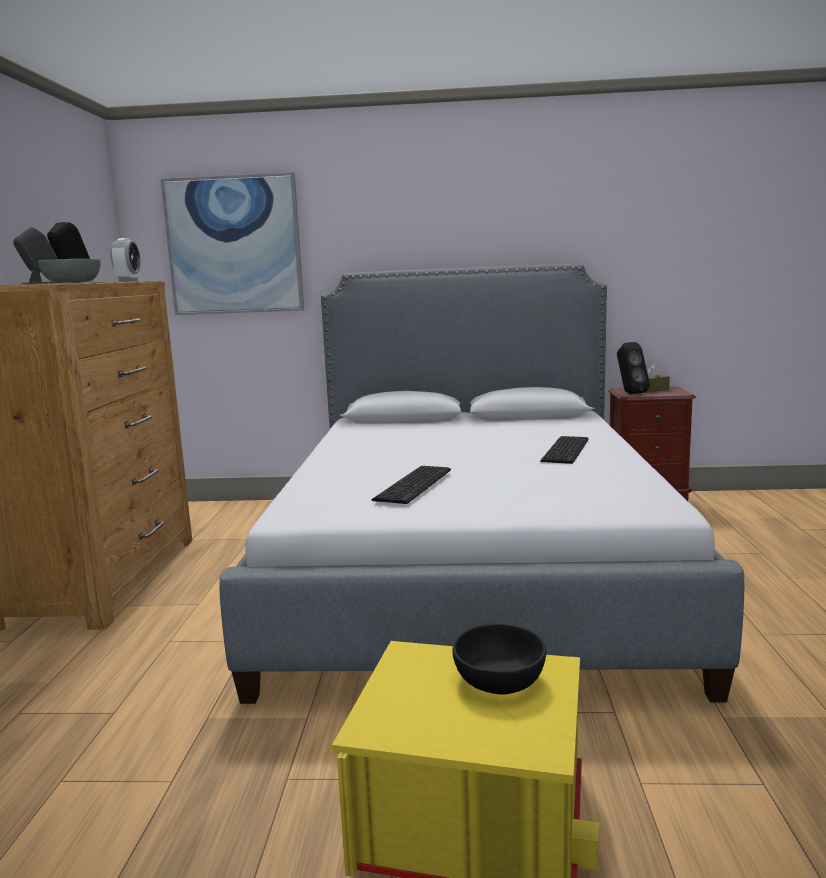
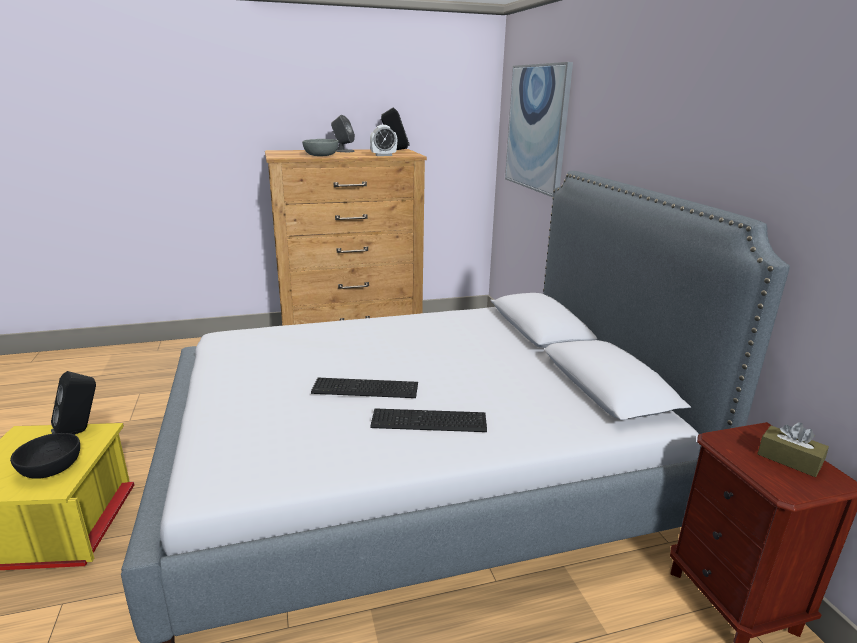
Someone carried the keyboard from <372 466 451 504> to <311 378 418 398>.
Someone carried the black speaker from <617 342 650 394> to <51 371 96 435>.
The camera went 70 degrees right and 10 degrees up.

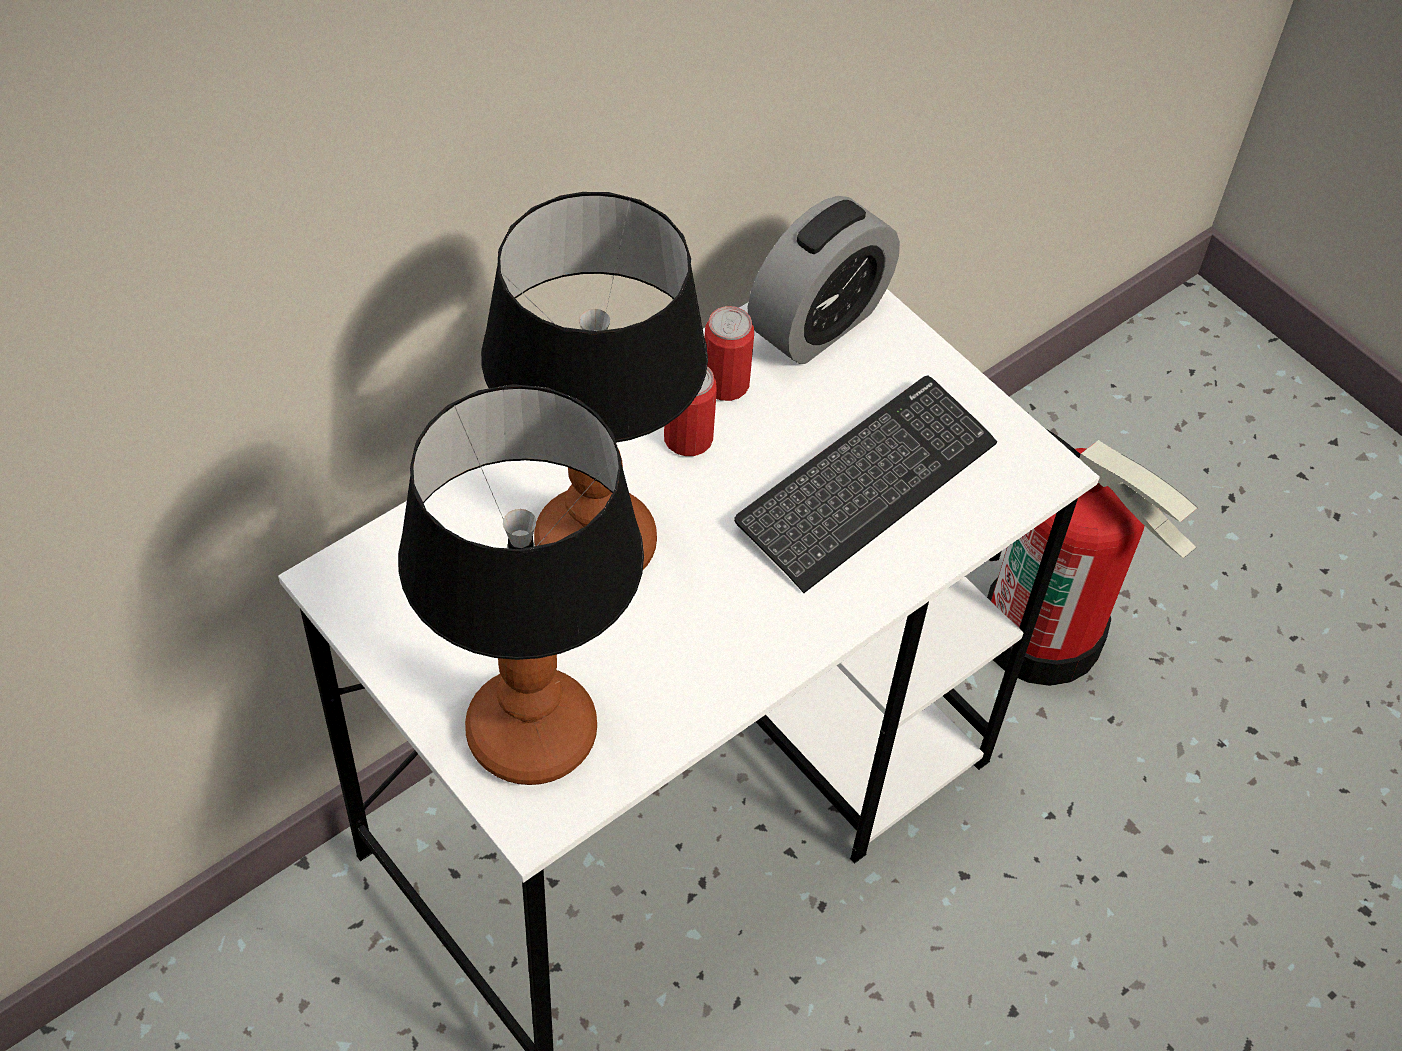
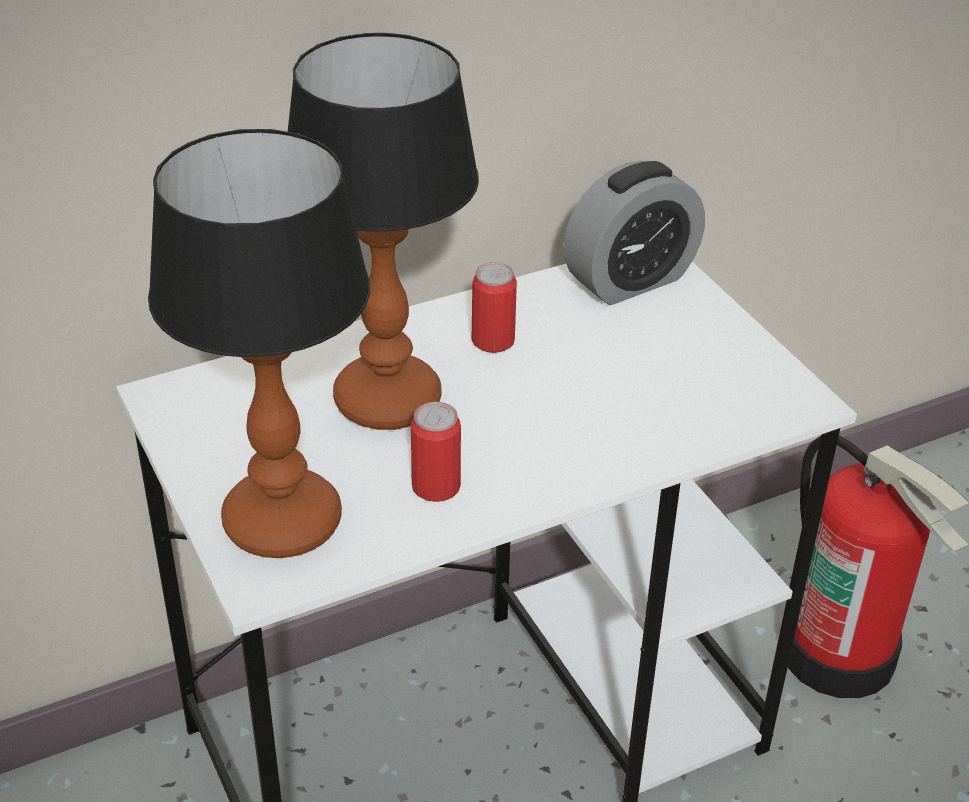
Someone carried the can from <704 306 754 401> to <411 402 461 502>.
Someone took away the keyboard at <734 375 997 593>.
The camera went 15 degrees right and 15 degrees down.

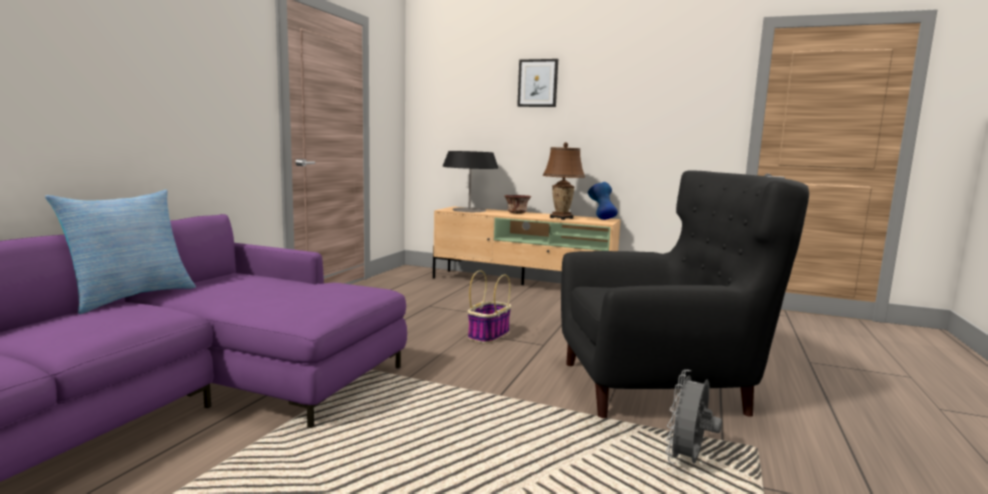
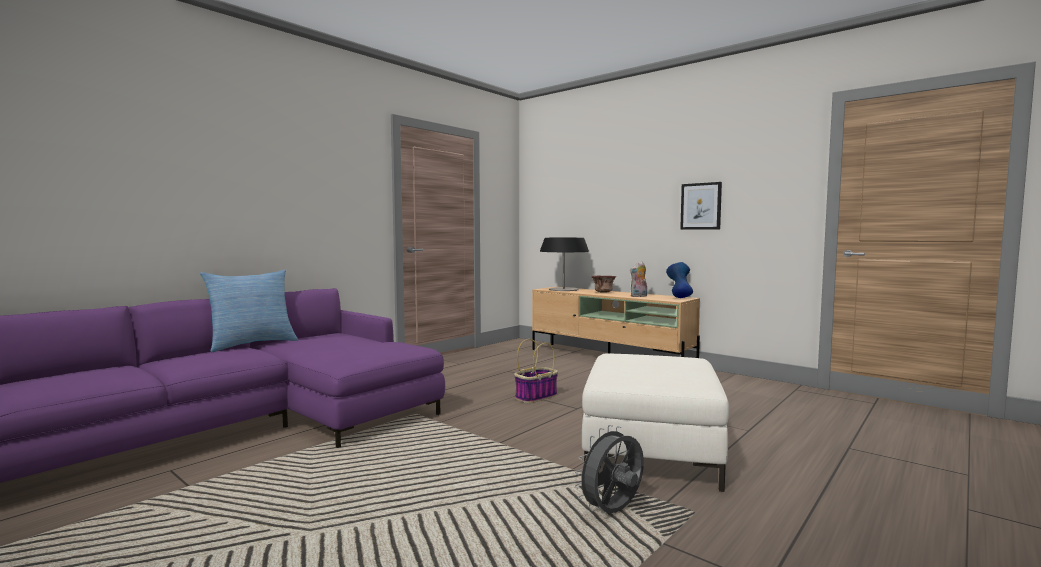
Someone carried the picture from <517 59 558 107> to <680 182 722 230>.
Someone swapped the brown table lamp at <543 142 585 220> for the plush toy at <630 262 647 297>.
Someone swapped the black armchair at <561 171 809 418> for the white ottoman at <582 354 729 492>.
The camera went 20 degrees right and 5 degrees down.

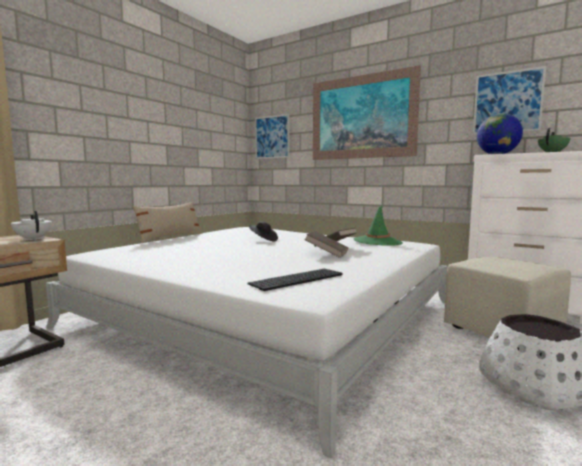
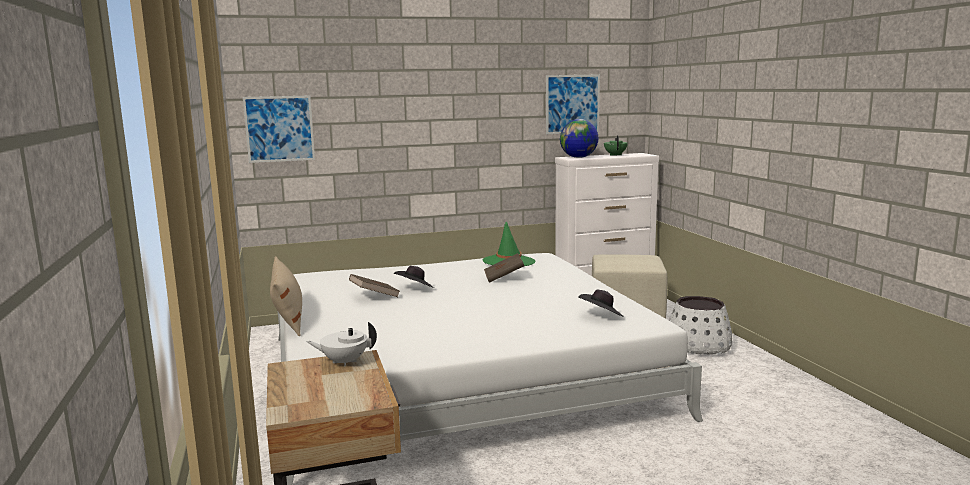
Someone swapped the keyboard at <248 269 343 291> for the black hat at <578 289 624 317>.
Someone carried the brown book from <305 231 349 258> to <349 274 399 297>.
Someone took away the picture at <313 65 421 160>.
The camera went 50 degrees left and 5 degrees up.

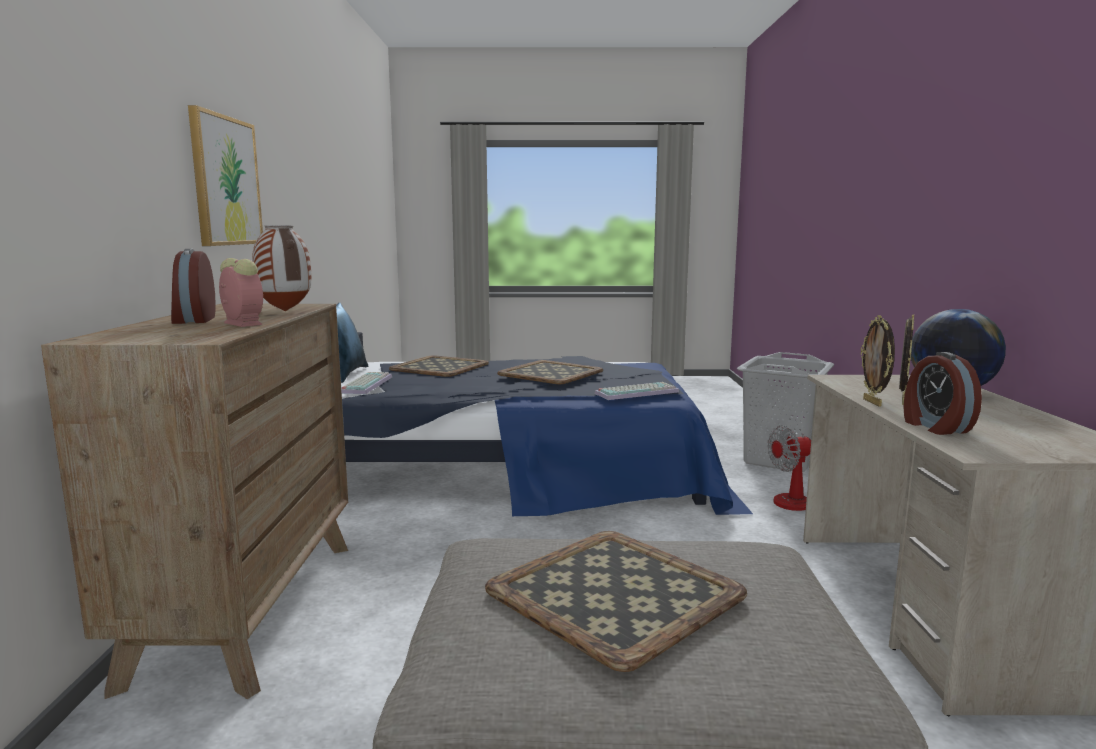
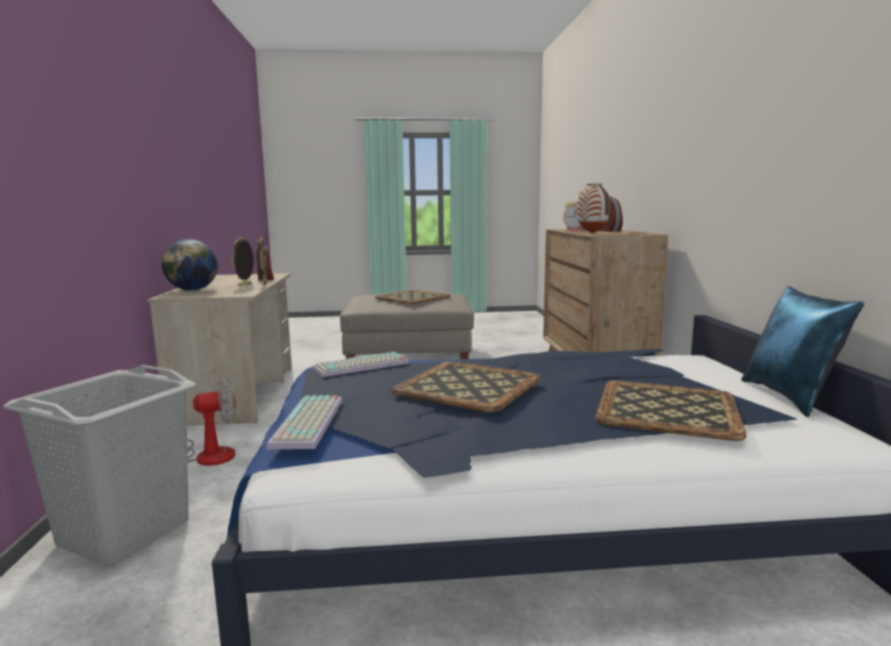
Someone took away the picture at <188 105 263 246>.
Someone carried the keyboard from <341 372 392 394> to <267 395 342 449>.
The camera went 175 degrees right and 0 degrees up.

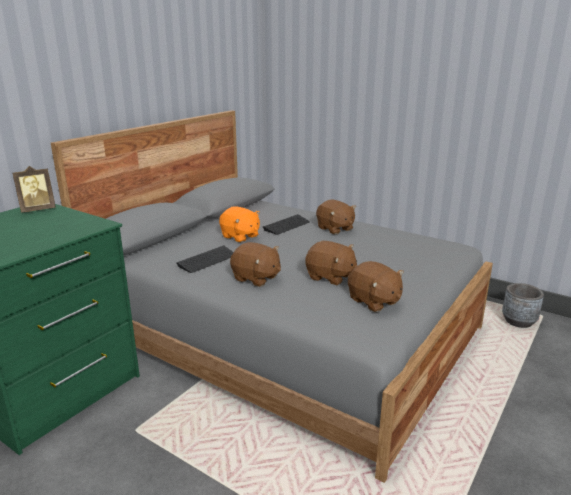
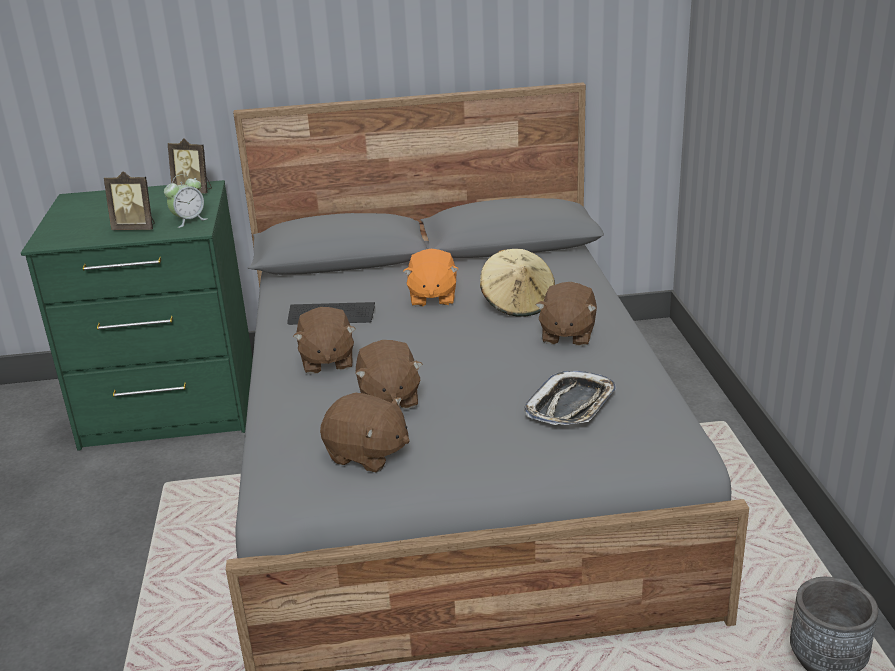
Someone swapped the keyboard at <263 214 310 235> for the beige hat at <480 249 555 317>.
Someone rotated the brown plush toy at <348 261 404 312> by 75 degrees counterclockwise.
Someone put down the picture frame at <104 171 155 230>.
Someone put down the alarm clock at <164 174 207 228>.
Someone put down the tray at <524 371 617 425>.
The camera went 50 degrees right and 5 degrees up.

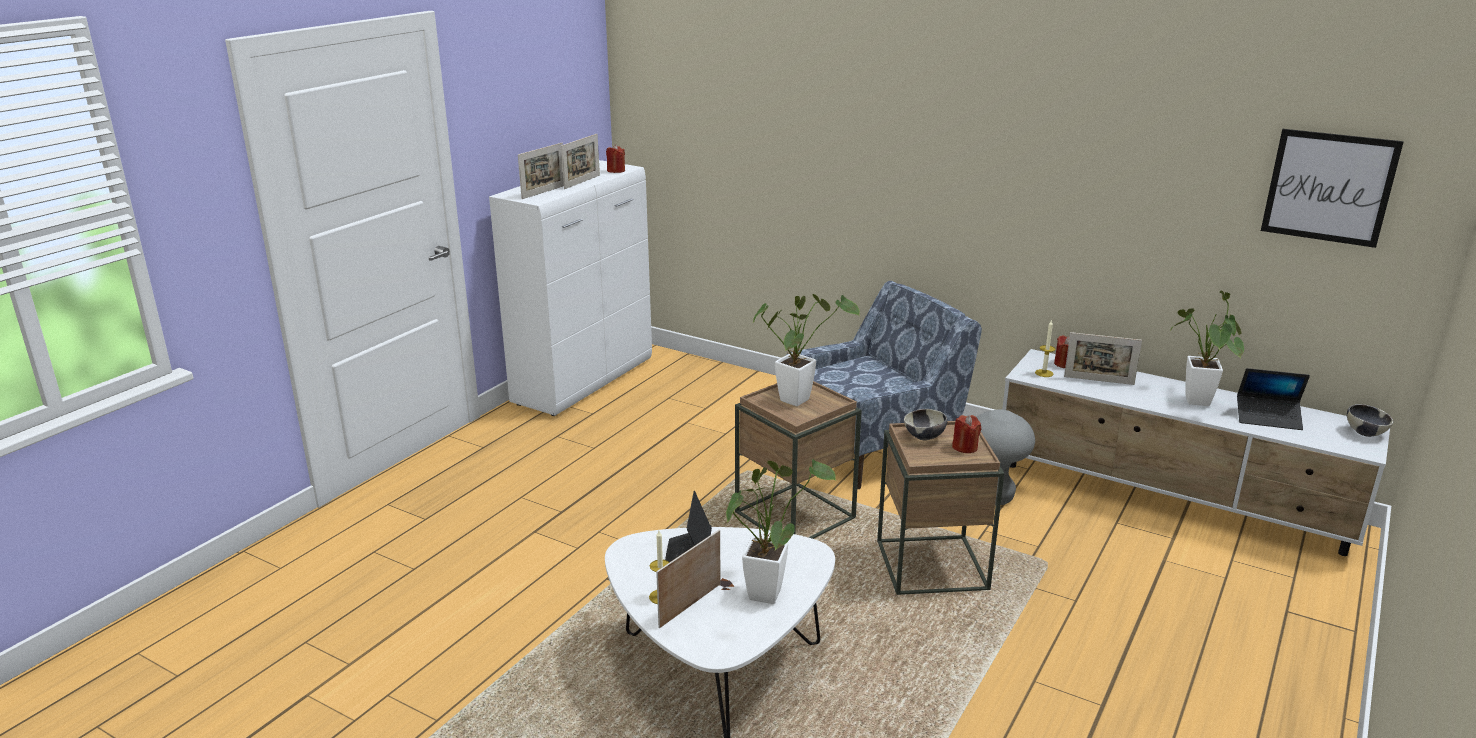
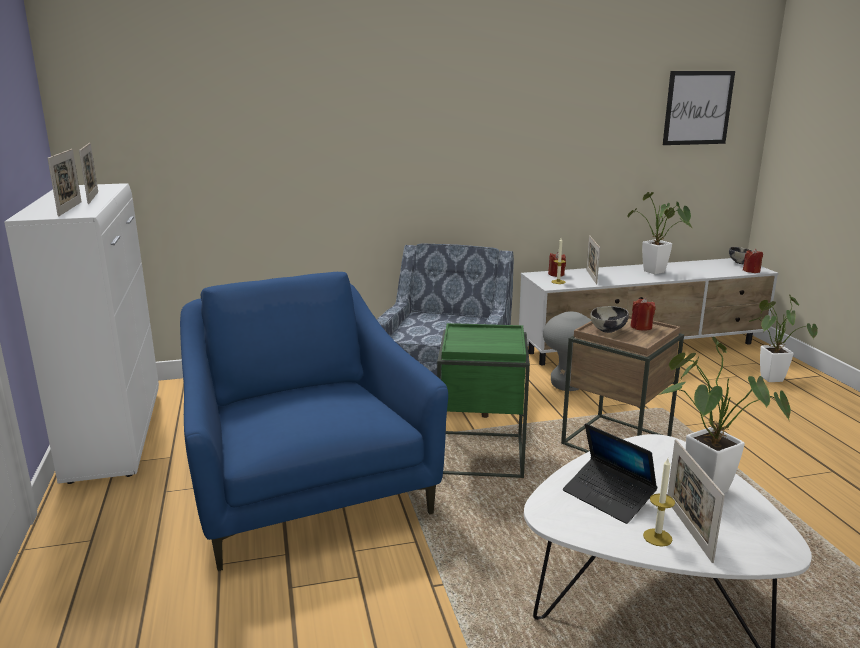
Someone carried the red candle from <606 144 625 173> to <743 249 763 273>.
Someone repainted the brown side table at <735 381 862 539>, which became the green side table at <437 323 530 478>.
Someone carried the potted plant from <753 294 860 406> to <749 294 818 382>.
Someone rotated the picture frame at <1064 332 1142 385> by 120 degrees clockwise.
Someone took away the laptop at <1237 368 1310 430>.
Someone put down the blue armchair at <180 272 448 571>.
The camera went 45 degrees left and 5 degrees down.

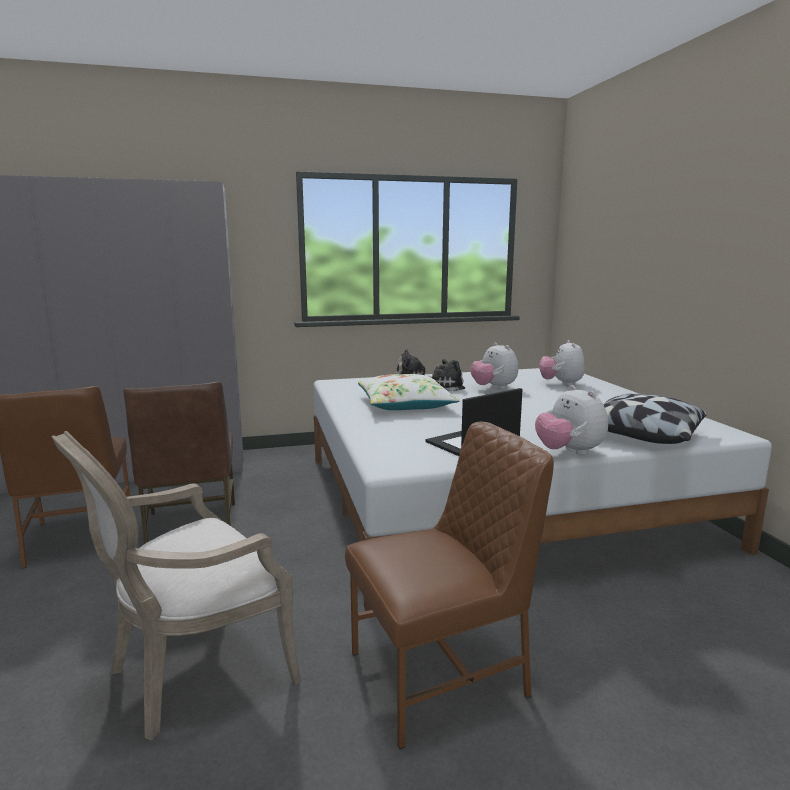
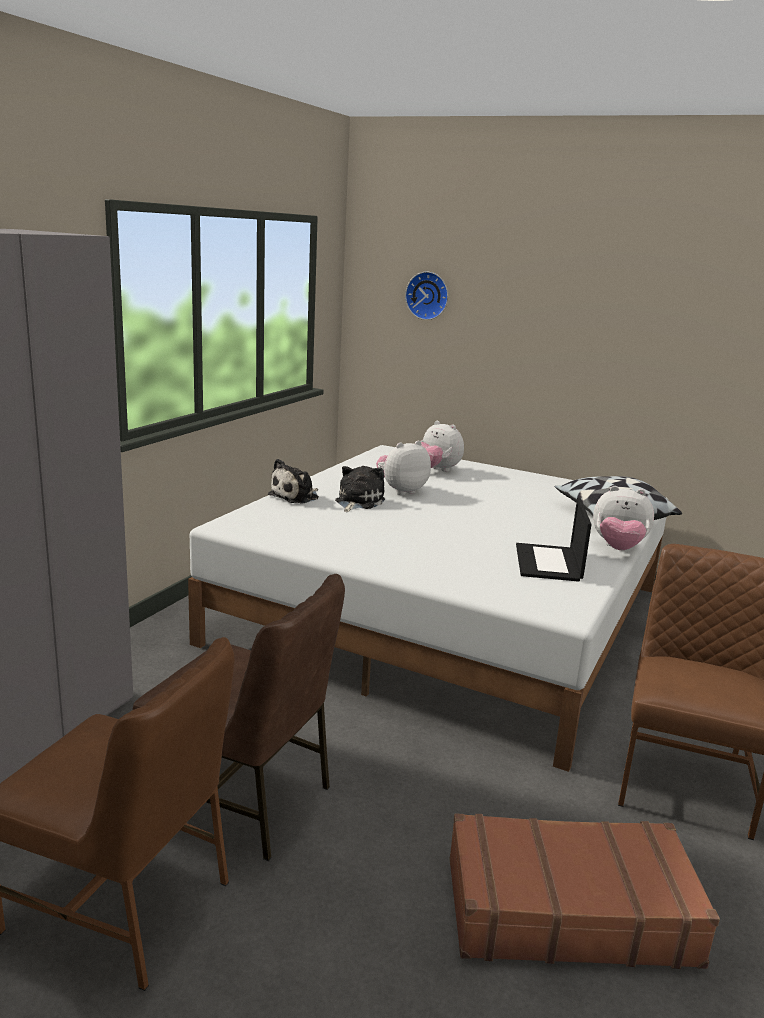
Someone swapped the armchair at <52 431 301 741> for the brown suitcase at <450 813 720 969>.
Someone took away the white pillow at <358 374 460 410>.
Someone rotated the plush toy at <471 342 518 389> by 135 degrees clockwise.
Someone put up the wall clock at <405 272 448 320>.
The camera went 50 degrees left and 5 degrees up.

